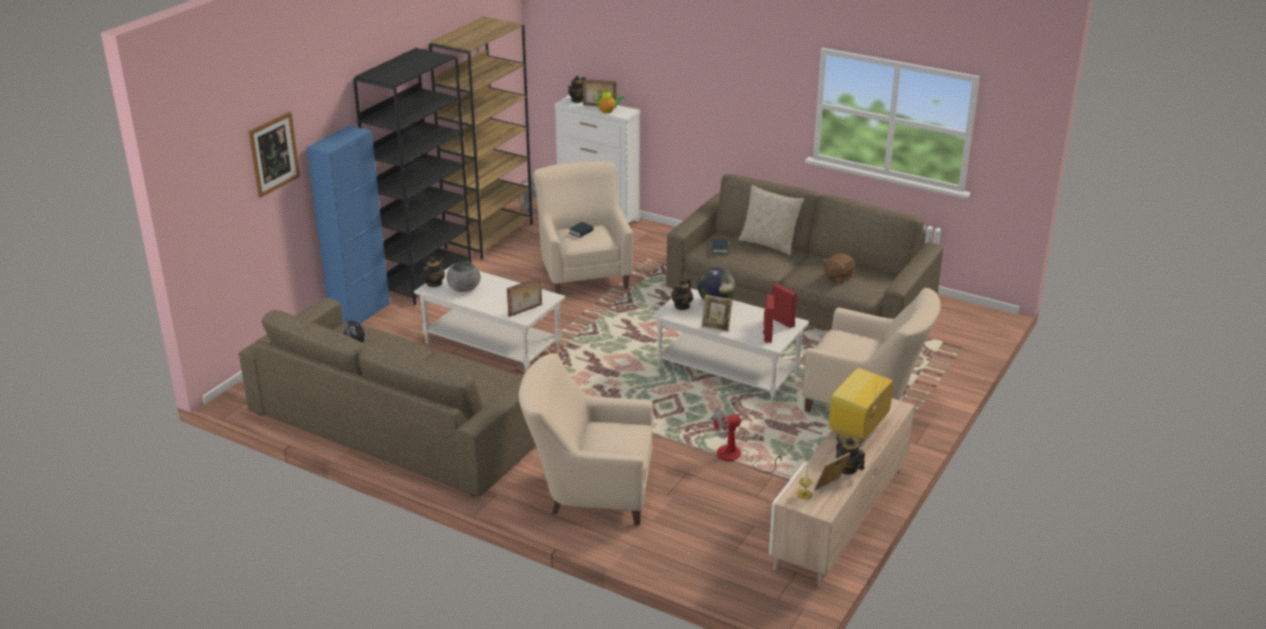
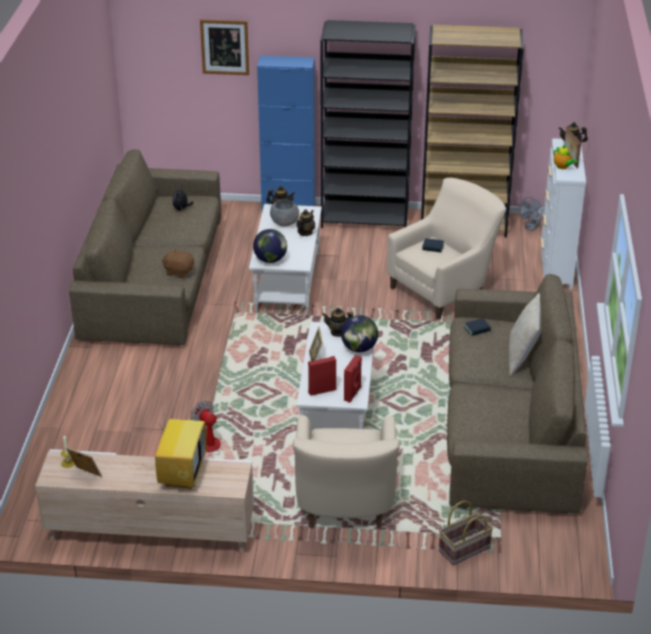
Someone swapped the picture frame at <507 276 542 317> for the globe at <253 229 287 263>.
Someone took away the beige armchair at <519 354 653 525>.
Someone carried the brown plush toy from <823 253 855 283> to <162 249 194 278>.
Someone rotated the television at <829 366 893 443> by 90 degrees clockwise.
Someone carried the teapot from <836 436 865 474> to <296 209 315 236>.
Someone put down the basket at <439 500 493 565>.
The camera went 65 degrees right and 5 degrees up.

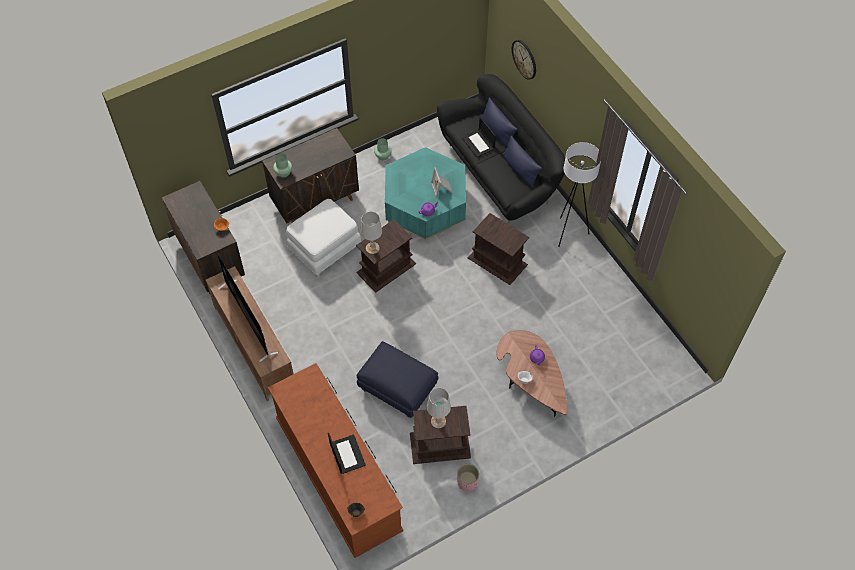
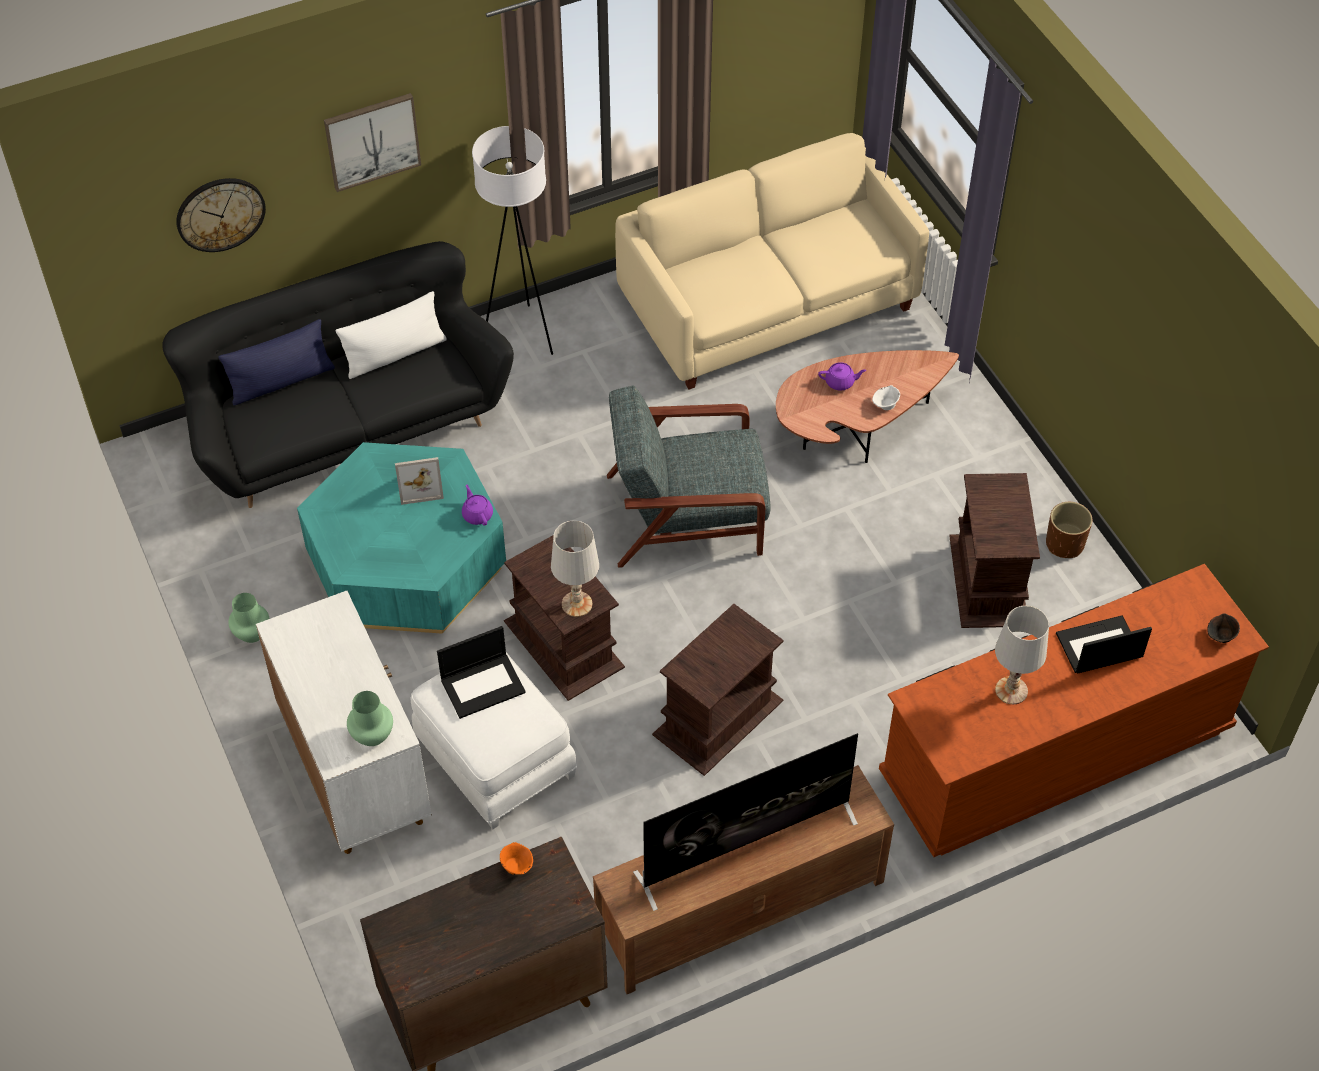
Someone repainted the brown cabinet at <262 128 359 223>, which became the white cabinet at <256 591 432 854>.
Someone took away the blue ottoman at <357 341 439 418>.
Someone carried the white table lamp from <427 388 451 428> to <995 606 1049 704>.
Someone repainted the pink planter at <457 464 479 492>, which became the brown planter at <1046 502 1092 558>.
Someone carried the laptop from <462 117 496 158> to <437 626 526 719>.
Someone carried the brown side table from <468 213 529 285> to <652 604 783 776>.
Someone repainted the blue pillow at <502 136 542 188>, which became the white pillow at <336 291 447 379>.
Someone put up the picture at <324 93 421 192>.
Someone put down the grey armchair at <607 385 771 568>.
Someone put down the beige sofa at <615 133 929 390>.
The camera went 85 degrees left and 5 degrees down.

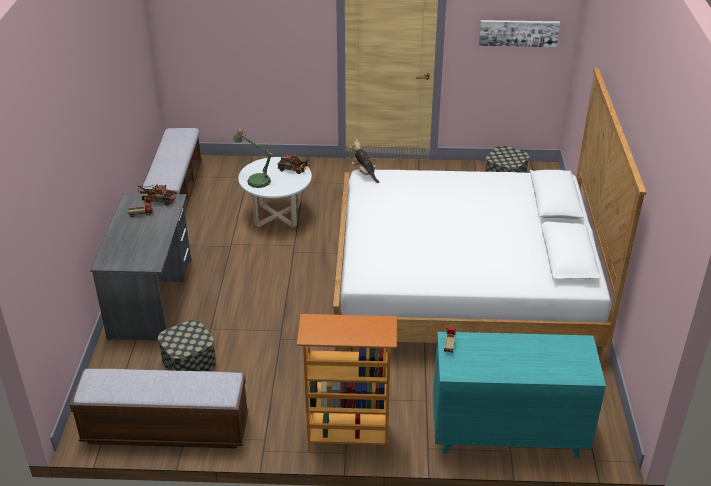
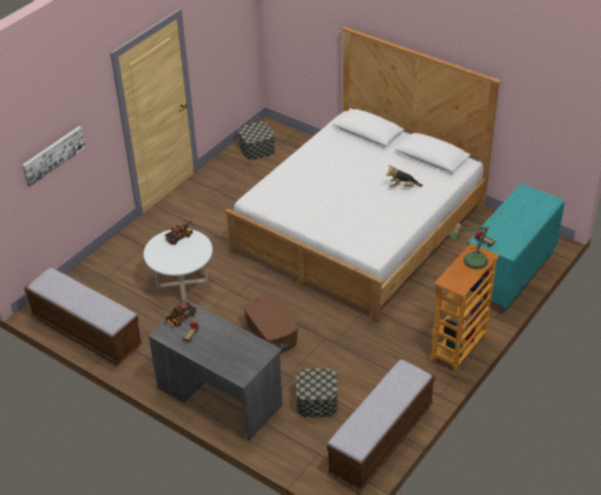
Someone carried the table lamp from <233 128 272 188> to <449 223 490 269>.
Someone carried the plush toy from <349 138 379 183> to <386 165 423 187>.
Someone carried the picture from <479 20 560 47> to <22 126 85 187>.
Someone put down the brown storage box at <243 295 298 354>.
The camera went 55 degrees left and 5 degrees up.

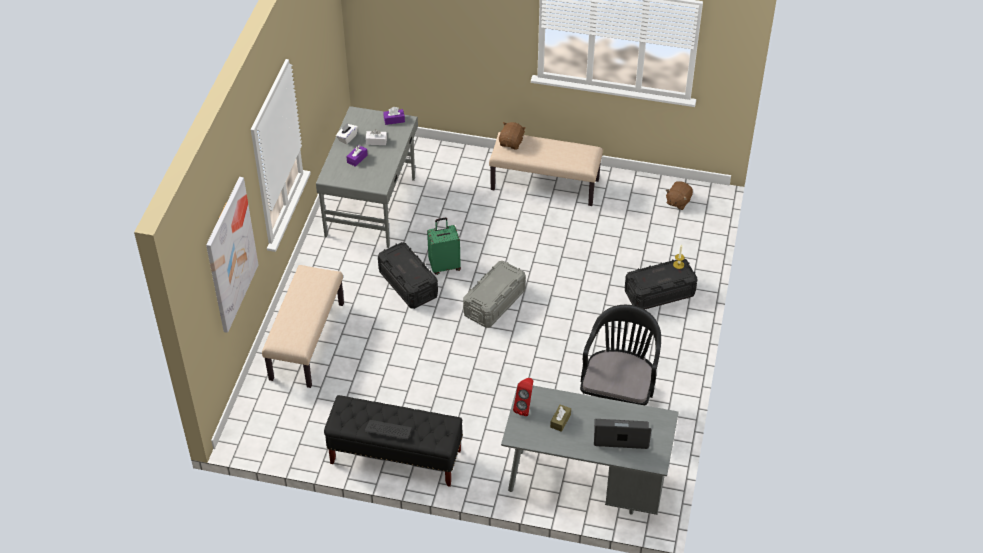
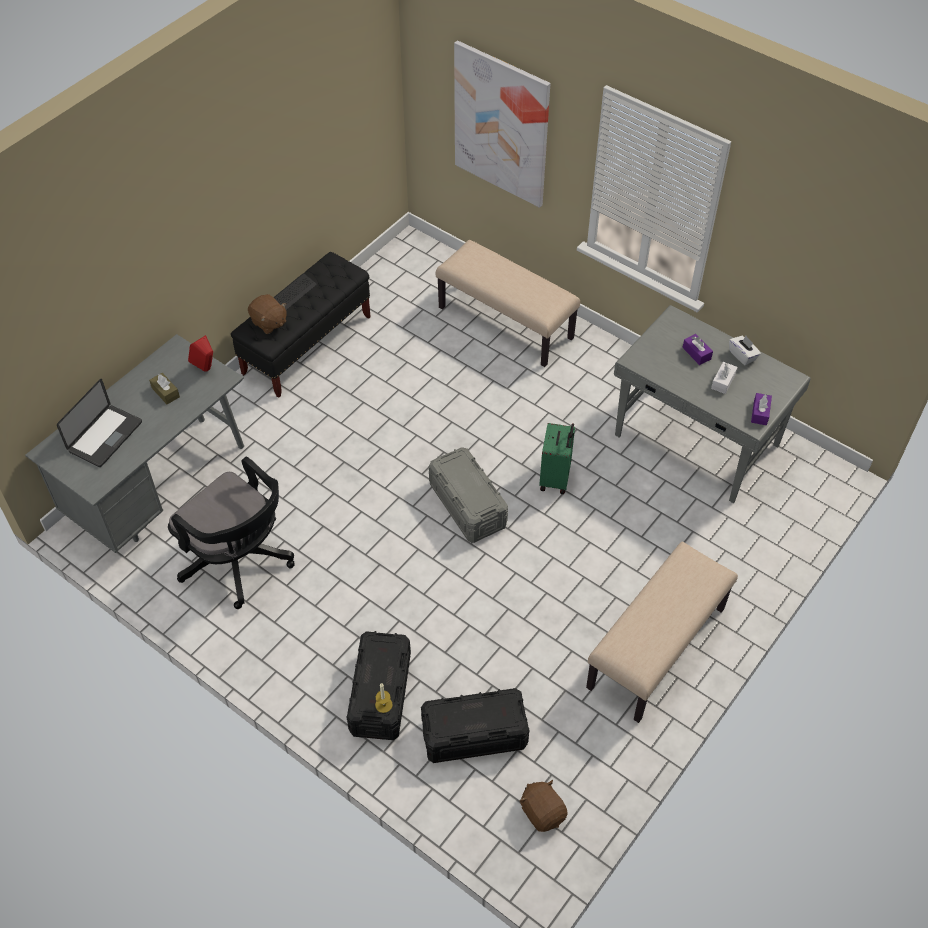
Someone carried the black storage box from <378 242 438 309> to <421 688 529 763>.
Someone carried the brown plush toy from <499 122 526 149> to <248 294 287 334>.
The camera went 115 degrees right and 5 degrees up.

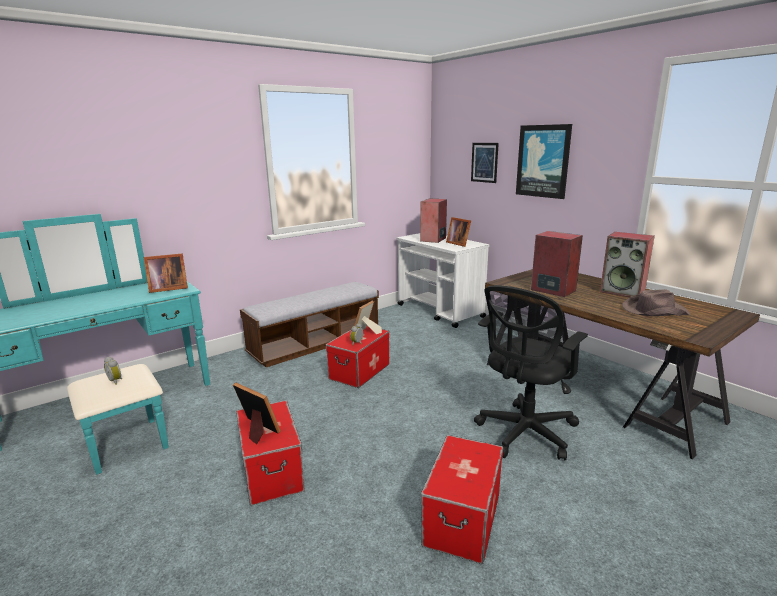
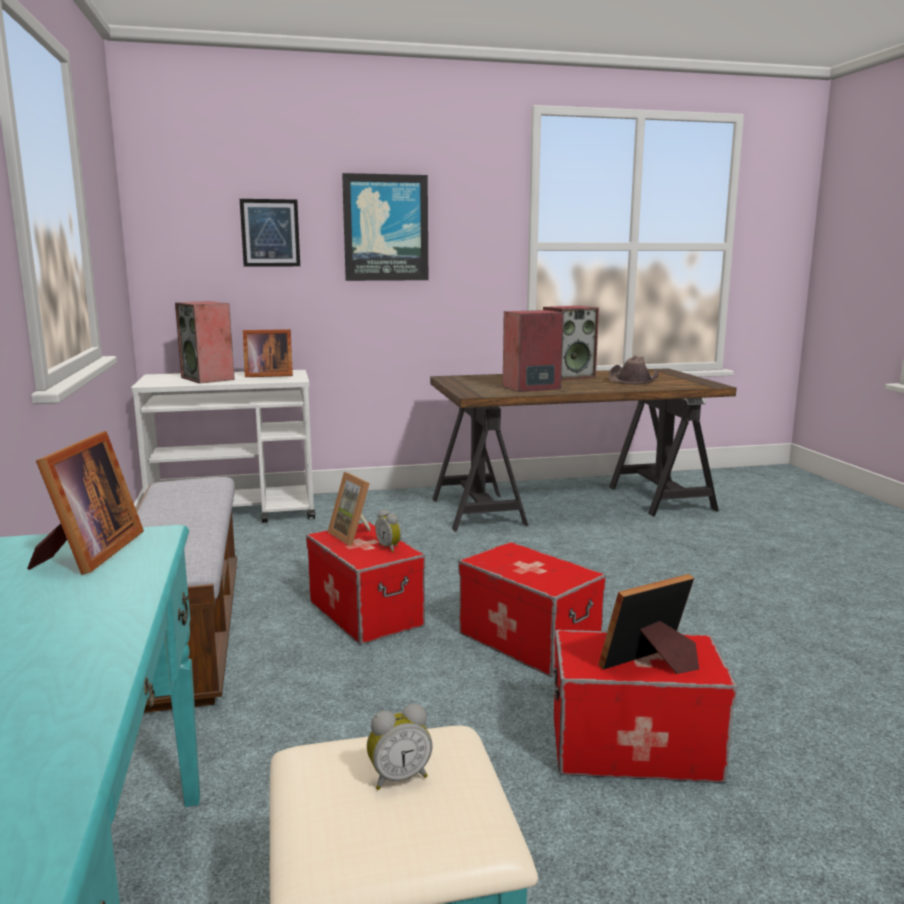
Someone carried the storage box from <421 435 503 564> to <459 542 606 677>.
Someone took away the black office chair at <474 285 588 461>.
The camera went 65 degrees left and 5 degrees down.

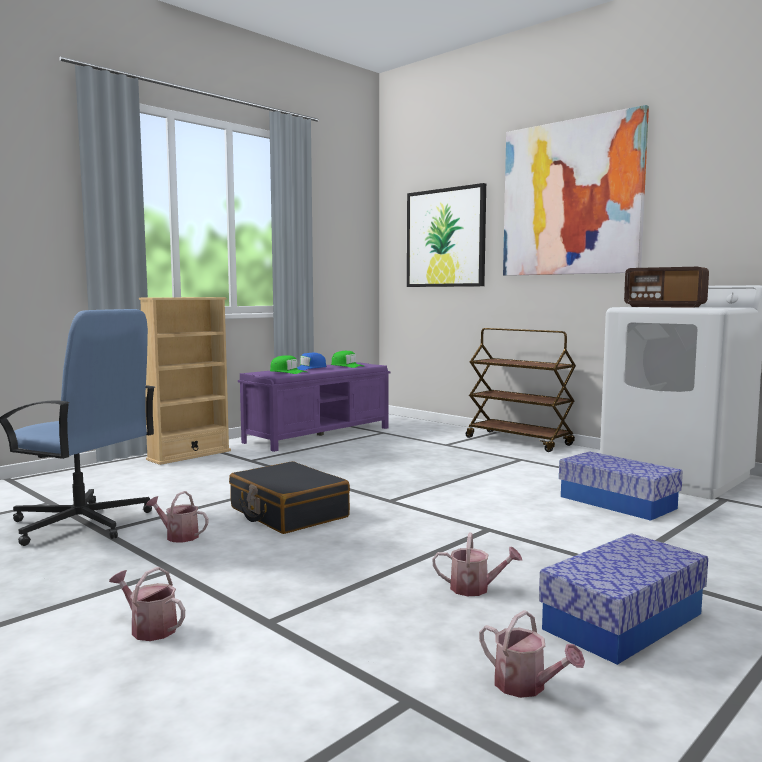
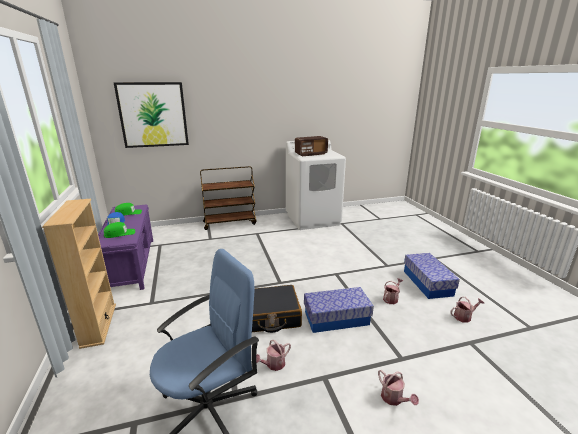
Someone rotated the watering can at <109 567 185 641> by 90 degrees counterclockwise.
Someone took away the picture at <503 105 649 276>.
Someone carried the storage box from <559 451 683 521> to <304 287 374 333>.
The camera went 60 degrees left and 15 degrees up.

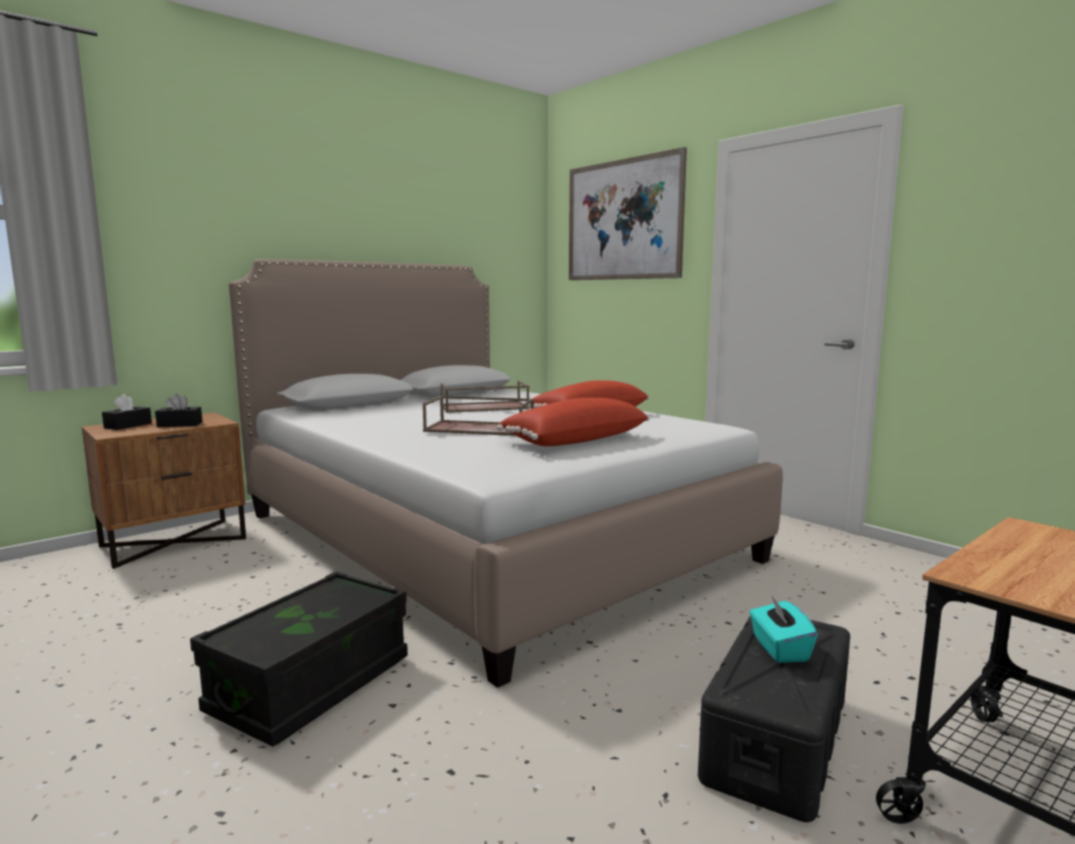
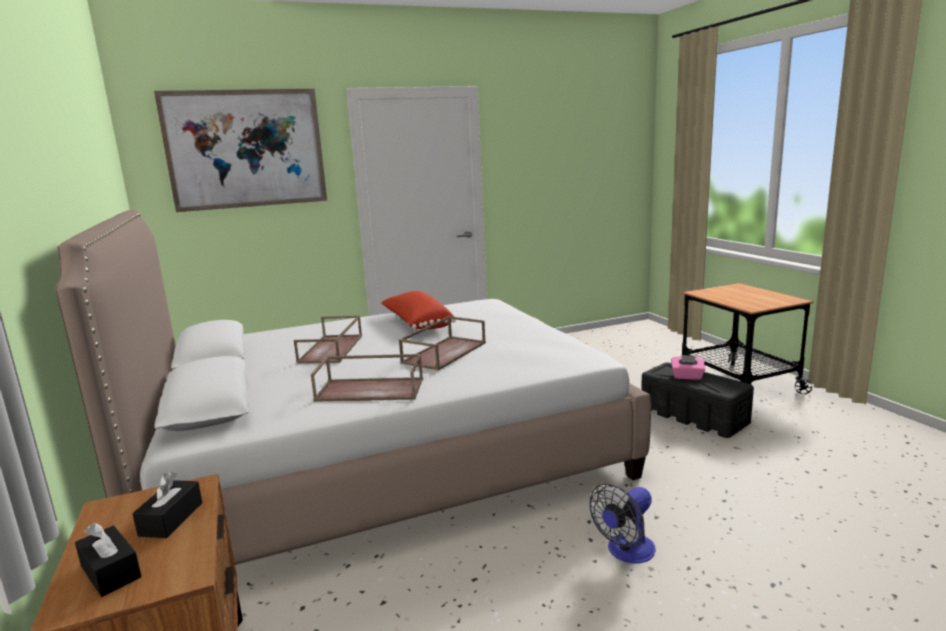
Someone swapped the black storage box at <190 571 408 747> for the fan at <590 484 656 563>.
Someone took away the red pillow at <497 398 649 446>.
Someone repainted the turquoise tissue box at <749 596 818 663>, which became the pink tissue box at <671 355 705 380>.
Someone put down the brown tray at <311 354 423 402>.
The camera went 70 degrees left and 5 degrees up.

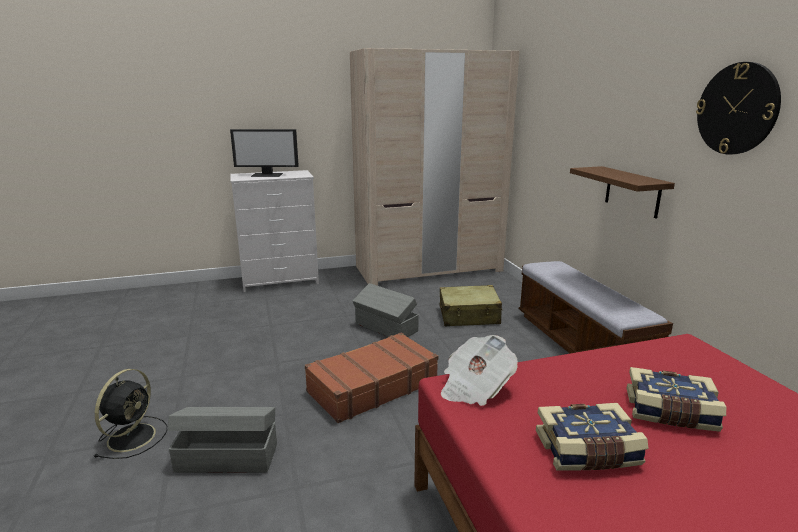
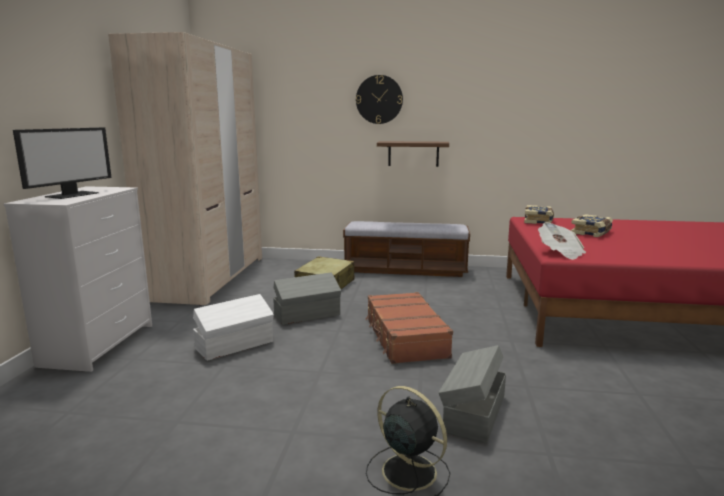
Someone carried the book from <536 403 648 470> to <524 205 554 224>.
Someone carried the wall clock from <696 62 781 155> to <356 75 403 124>.
Someone put down the white storage box at <193 294 274 361>.
The camera went 65 degrees left and 5 degrees down.

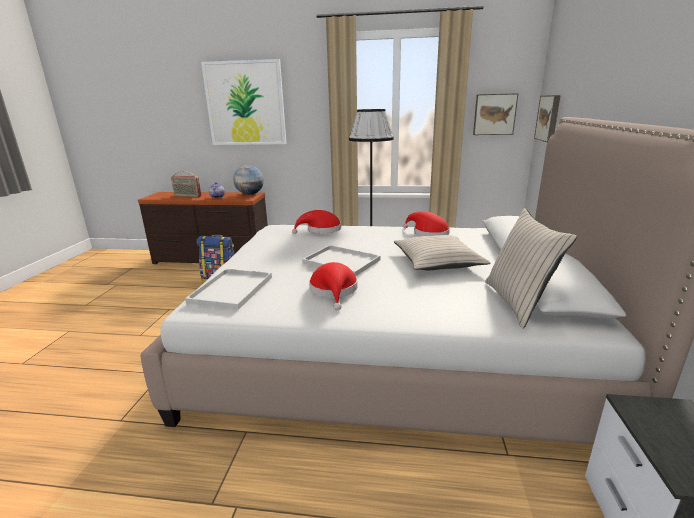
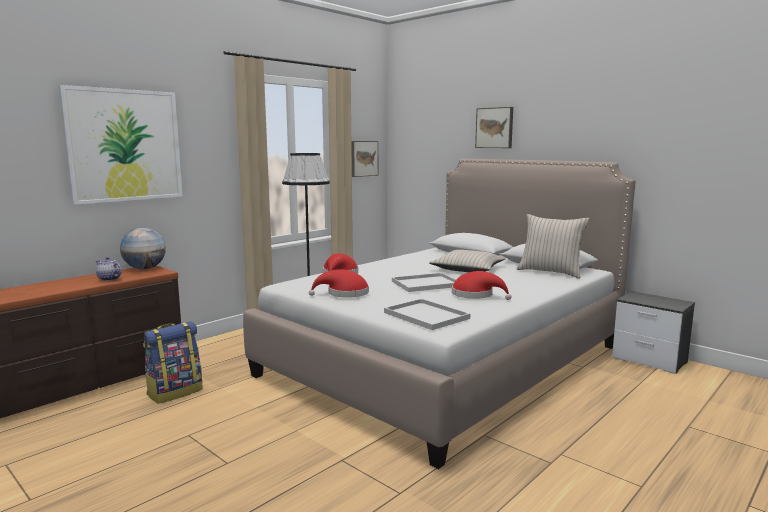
Someone took away the radio at <171 171 201 197>.
Someone carried the red hat from <403 211 450 236> to <309 269 369 298>.
Someone carried the picture from <534 95 561 142> to <475 107 513 148>.
The camera went 55 degrees left and 10 degrees down.

